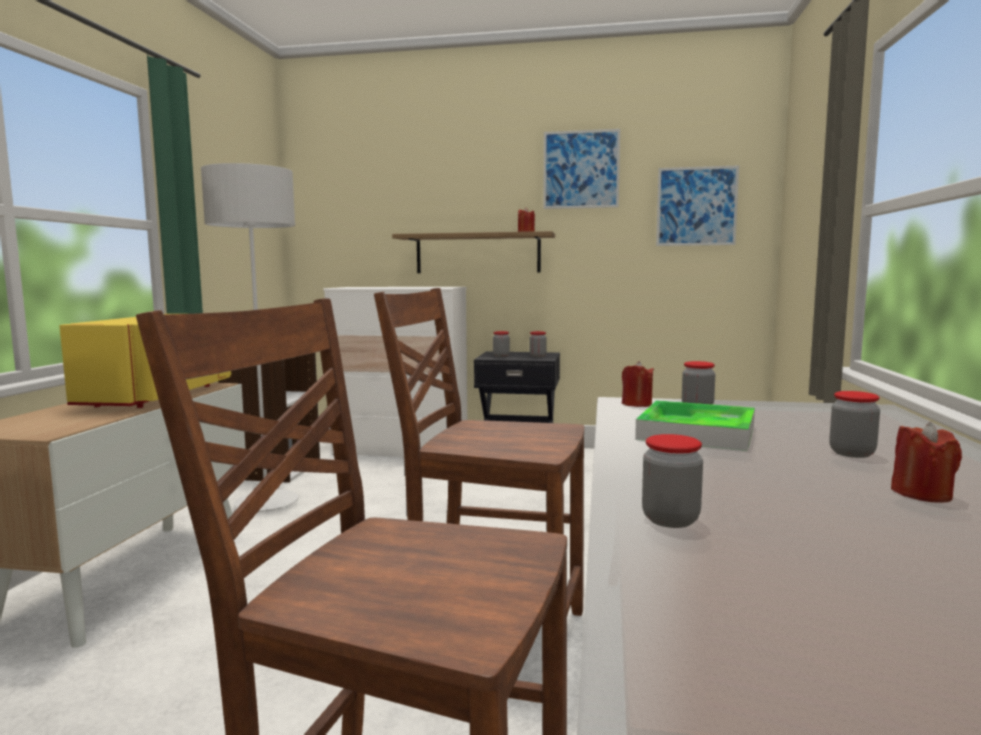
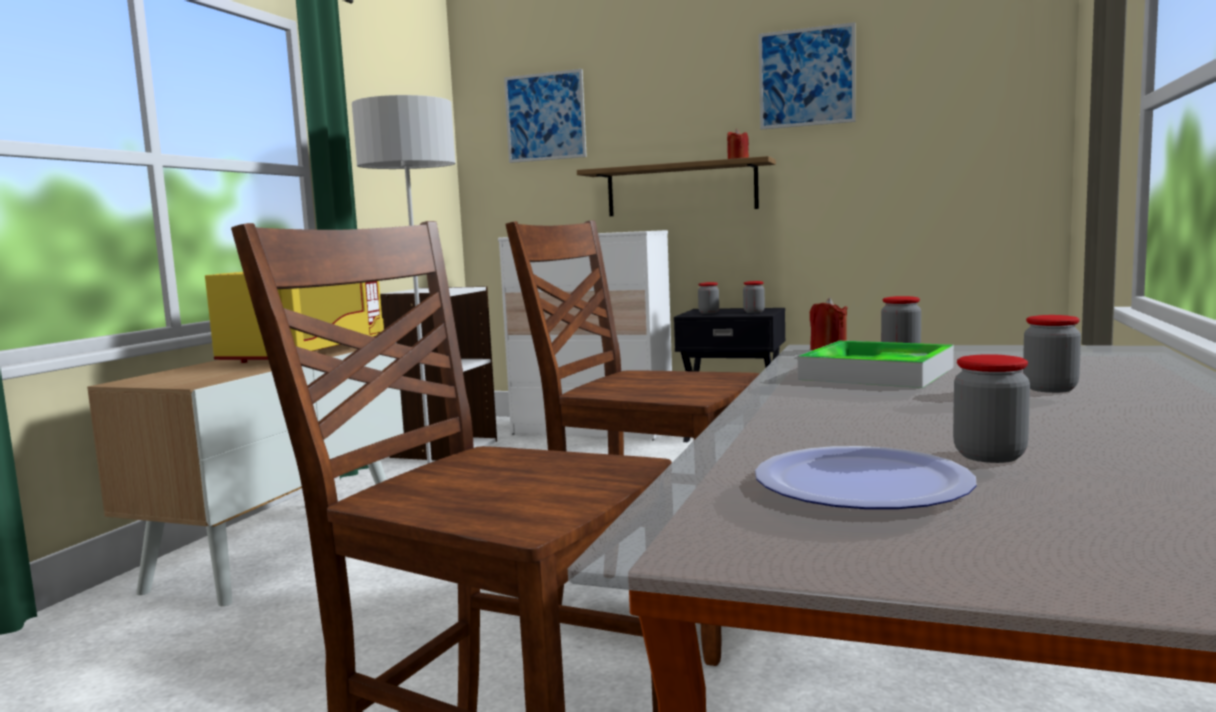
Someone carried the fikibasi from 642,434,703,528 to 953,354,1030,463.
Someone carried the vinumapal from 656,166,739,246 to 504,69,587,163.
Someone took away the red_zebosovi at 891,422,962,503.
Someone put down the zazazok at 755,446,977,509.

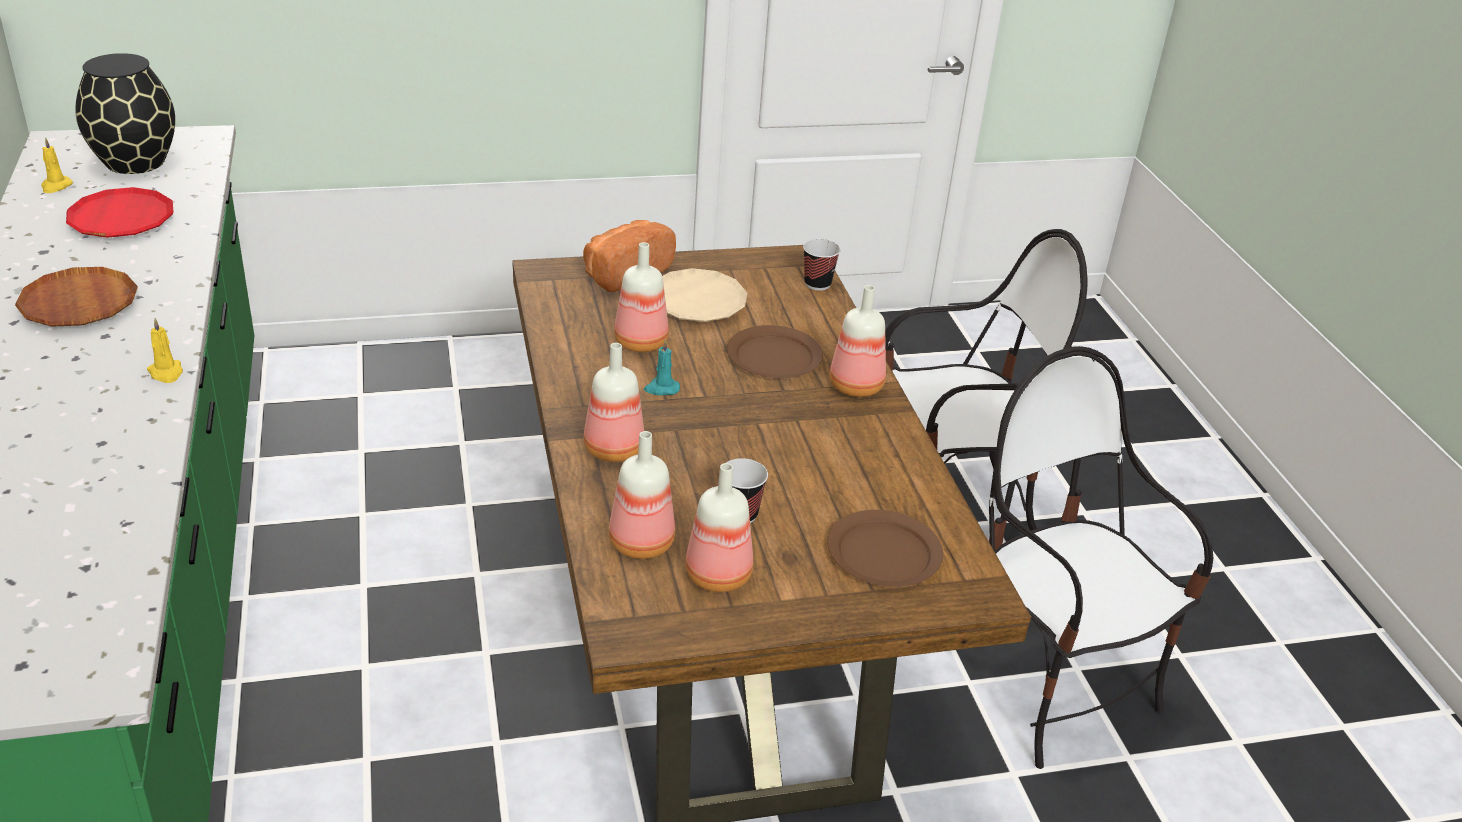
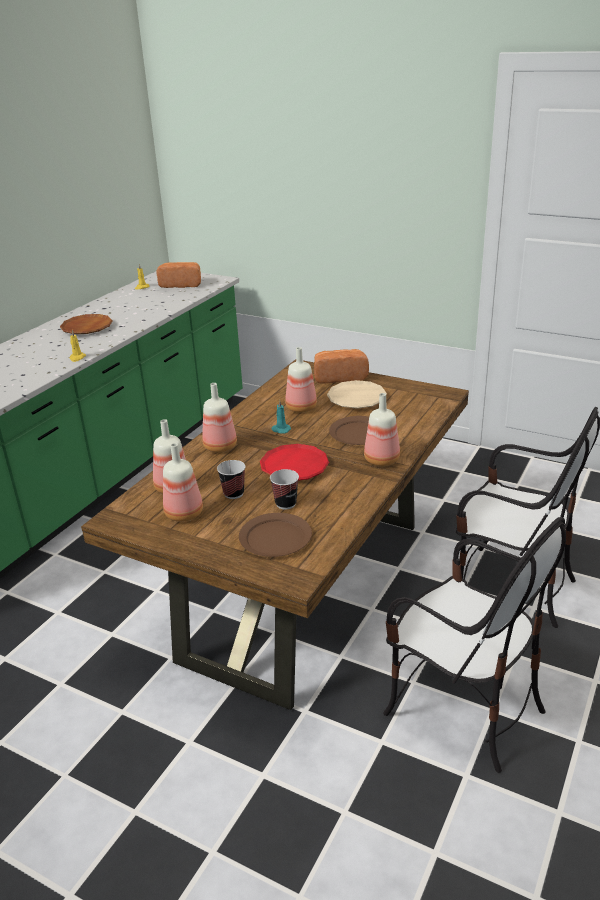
Someone carried the red_zazazok from 66,187,174,238 to 260,444,329,481.
Someone swapped the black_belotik at 75,53,175,174 for the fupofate at 156,262,201,288.
Someone carried the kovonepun from 803,239,841,291 to 270,469,299,509.
Someone rotated the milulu at 989,346,1213,769 by 120 degrees clockwise.

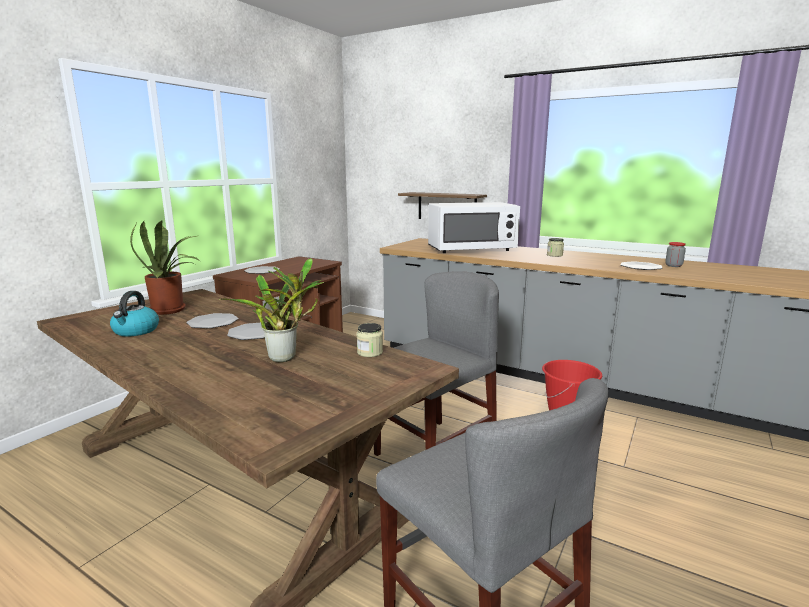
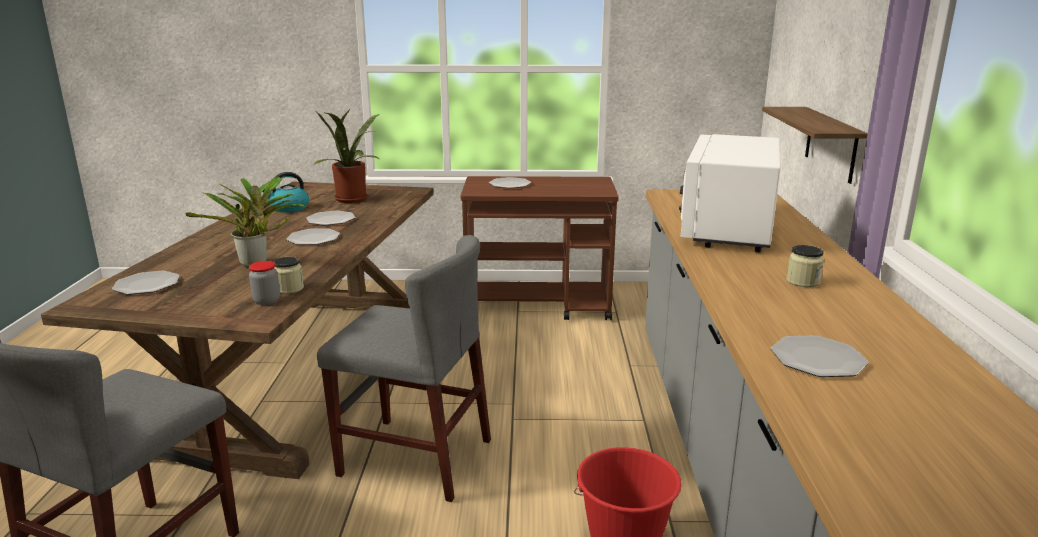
Someone rotated the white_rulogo at 428,202,520,253 by 60 degrees clockwise.
Someone carried the fikibasi from 665,242,686,267 to 249,261,280,305.
Someone put down the zazazok at 112,271,180,295.

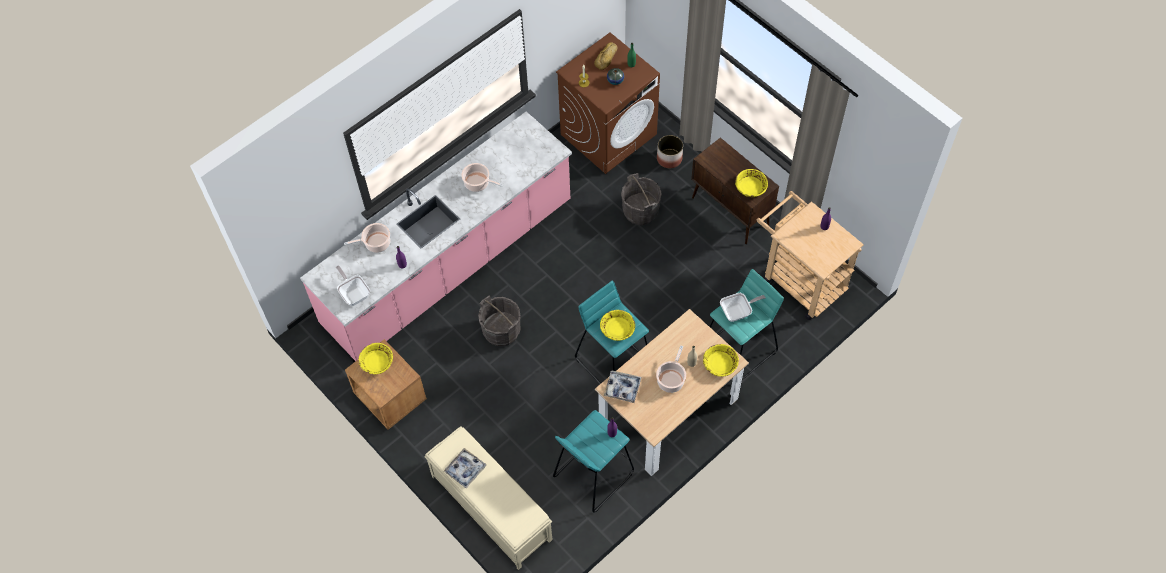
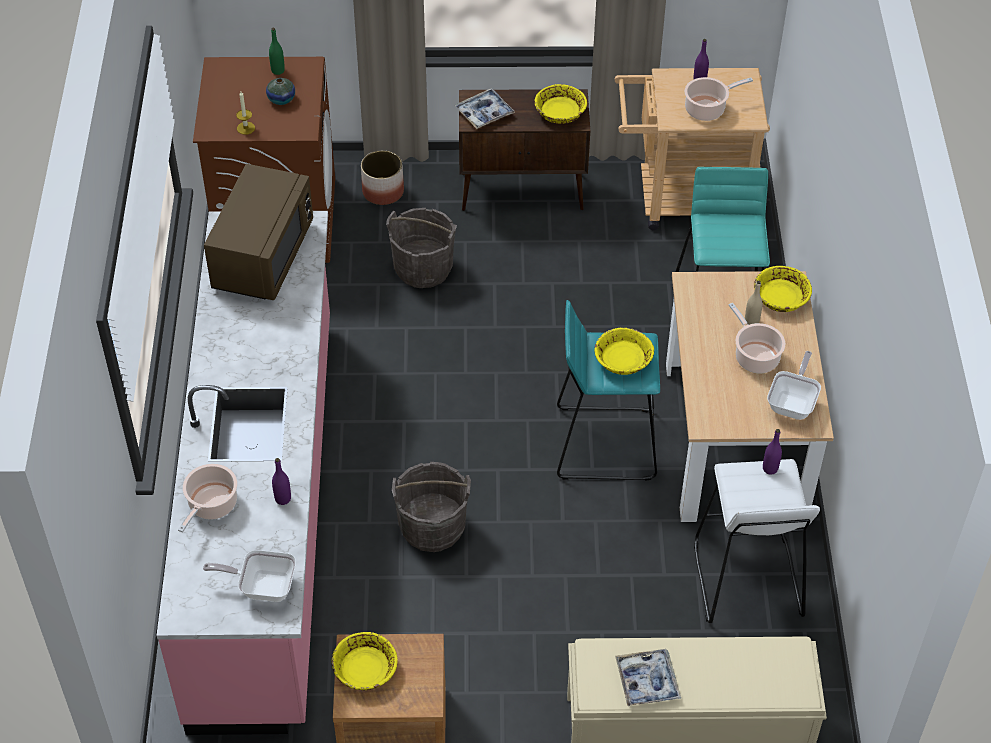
Someone carried the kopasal from 461,163,503,192 to 685,77,753,121.
Someone repainted the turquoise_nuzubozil at 553,410,634,513, which became the white_nuzubozil at 694,459,820,623.
Someone took away the fupofate at 594,42,618,70.
Someone carried the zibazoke from 604,371,642,403 to 455,88,515,129.
Someone carried the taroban from 720,293,766,322 to 767,351,821,420.
Someone put down the brown_rulogo at 204,164,313,300.

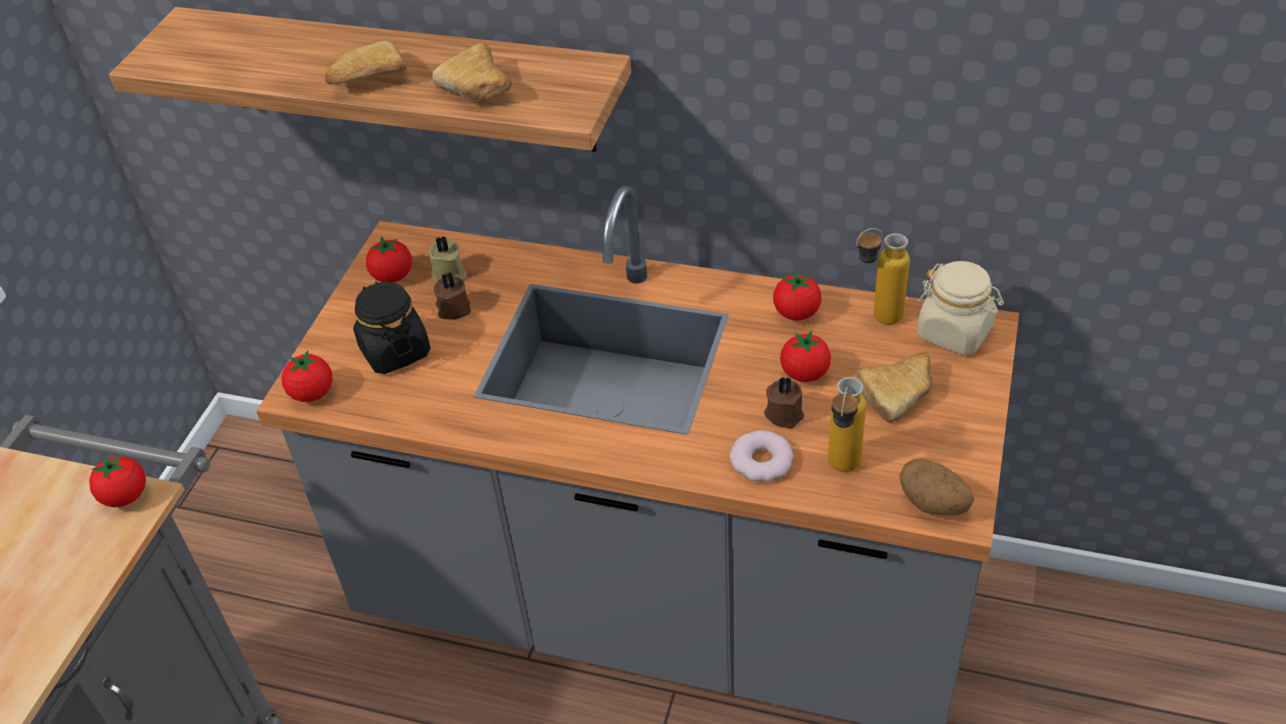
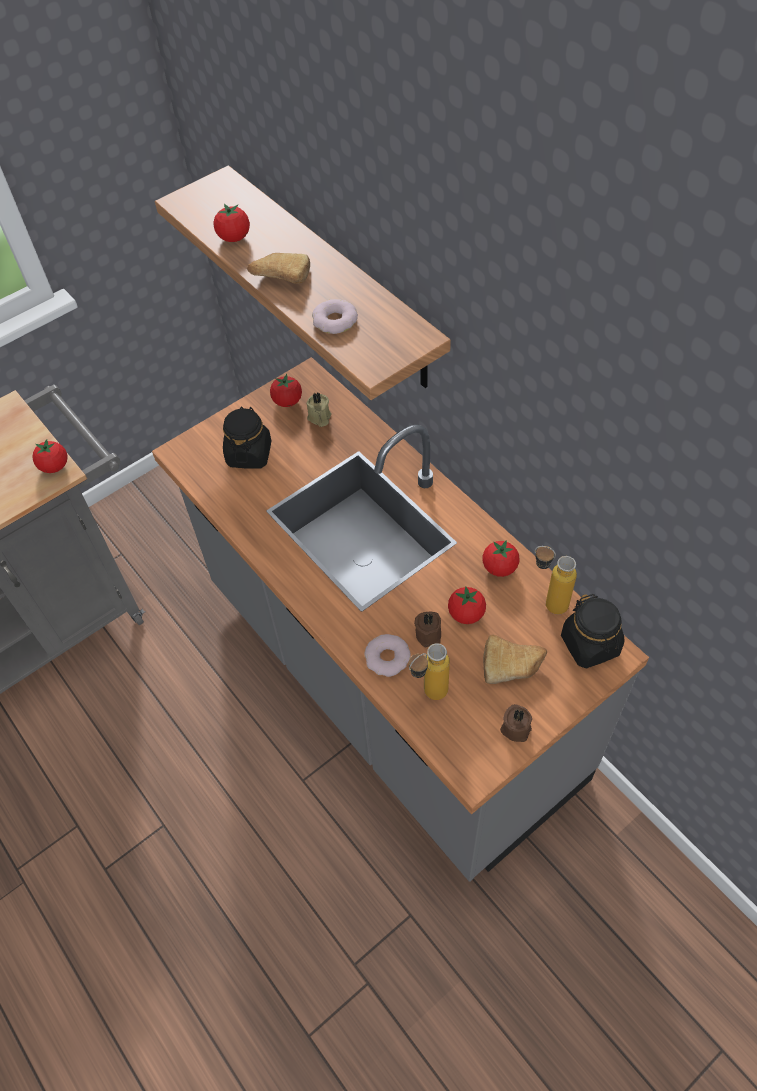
Someone carried the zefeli from 282,351,333,402 to 213,204,250,242.
Someone swapped the fupofate at 432,43,512,104 for the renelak at 312,299,358,334.
Someone carried the brown_zebosovi from 434,272,471,320 to 500,704,532,742.
Someone took away the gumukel at 899,458,974,516.
Someone repainted the beige_fikibasi at 917,261,1004,355, which became the black_fikibasi at 561,594,625,668.

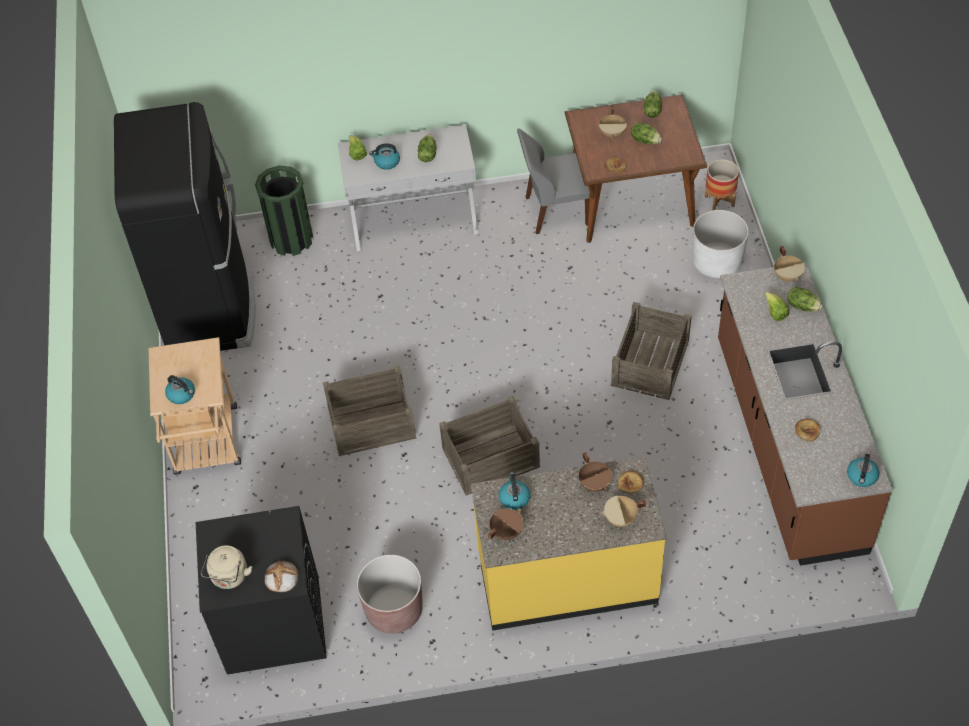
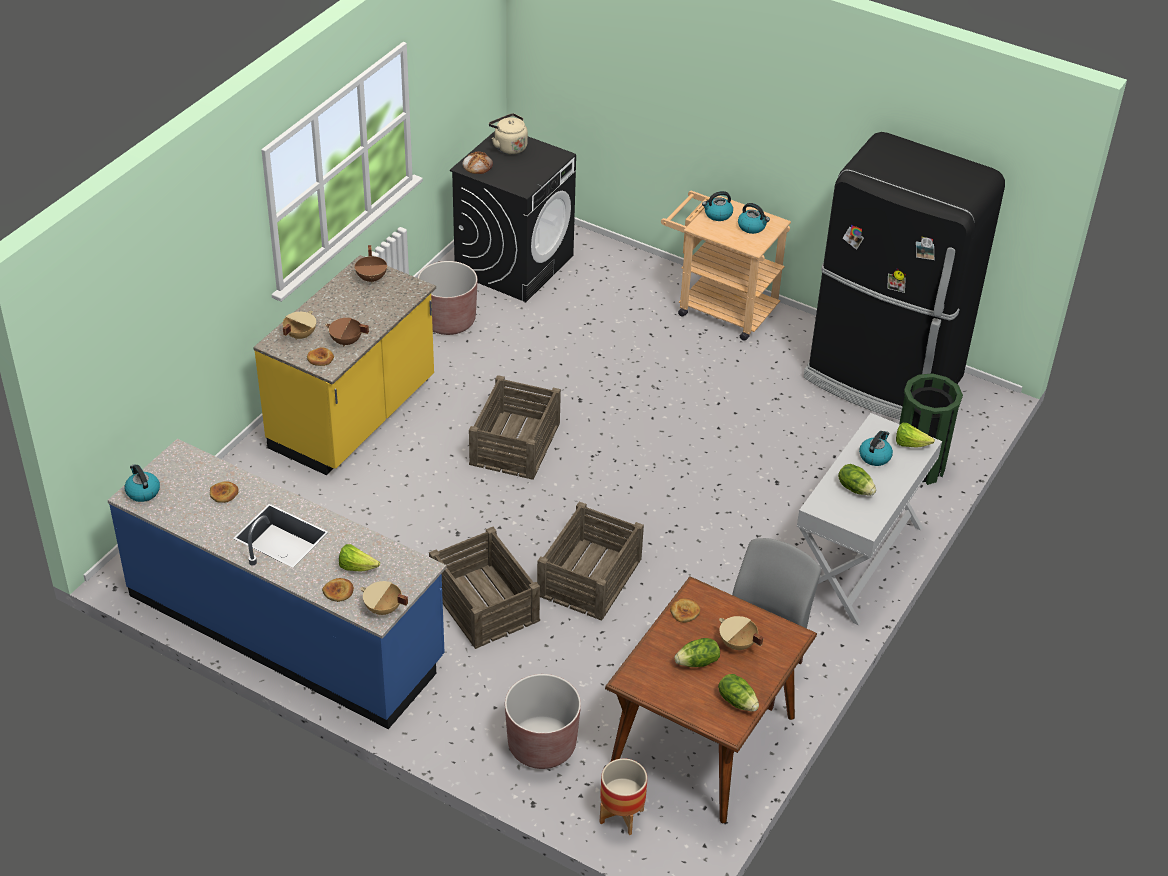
Someone carried the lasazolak from 323,365,416,456 to 537,501,644,621.
Someone carried the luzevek from 499,472,530,510 to 738,203,770,234.
Someone repainted the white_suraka at 692,210,749,278, which became the brown_suraka at 505,674,581,769.
Someone repainted the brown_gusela at 718,262,893,566, which became the blue_gusela at 107,439,446,729.
Someone swapped the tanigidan at 787,287,823,312 for the fupofate at 322,578,354,602.

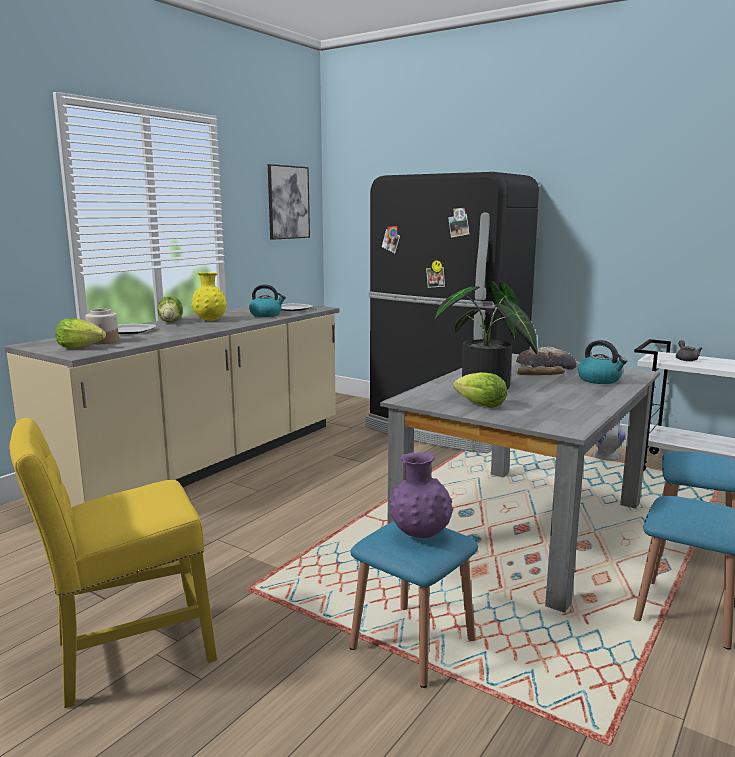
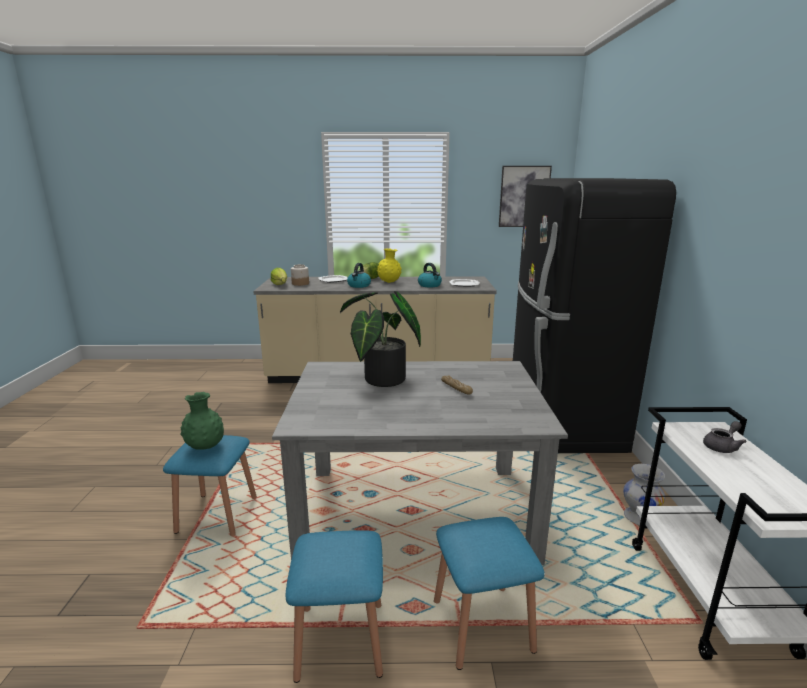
Someone took away the yellow_milulu at 9,418,217,708.
Someone repainted the purple_belotik at 389,452,453,538, which became the green_belotik at 180,392,224,450.
Someone took away the tanigidan at 453,372,507,408.
Someone took away the fupofate at 516,346,576,370.
Someone carried the luzevek from 578,340,627,384 to 347,263,371,288.

